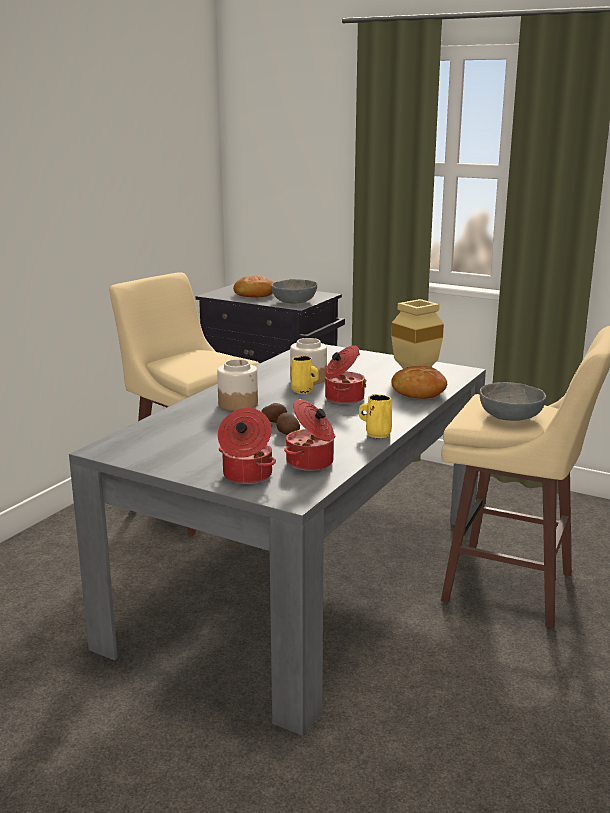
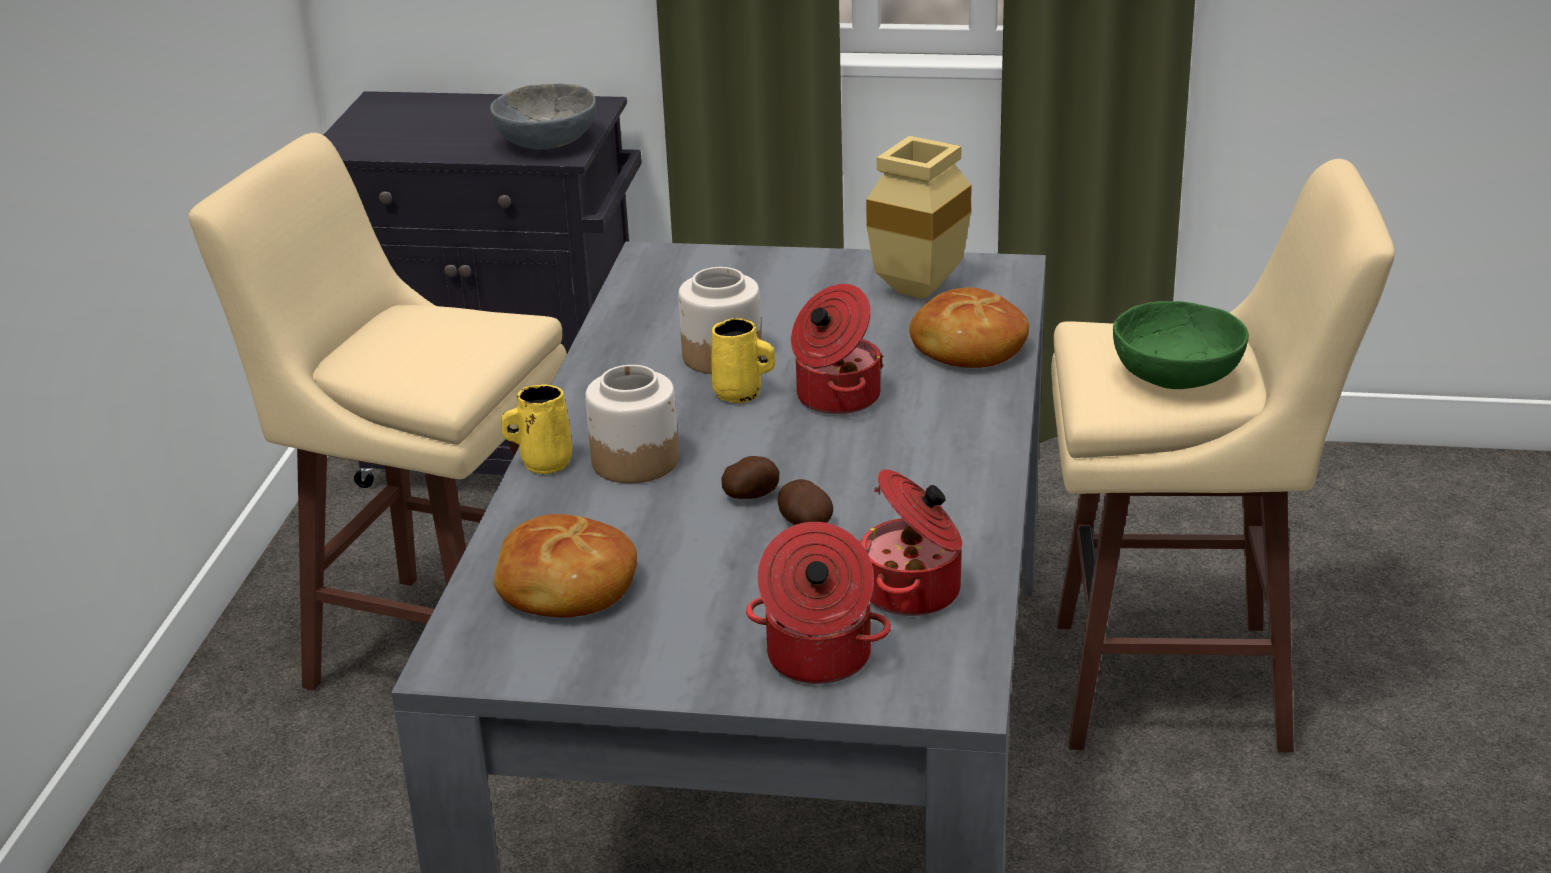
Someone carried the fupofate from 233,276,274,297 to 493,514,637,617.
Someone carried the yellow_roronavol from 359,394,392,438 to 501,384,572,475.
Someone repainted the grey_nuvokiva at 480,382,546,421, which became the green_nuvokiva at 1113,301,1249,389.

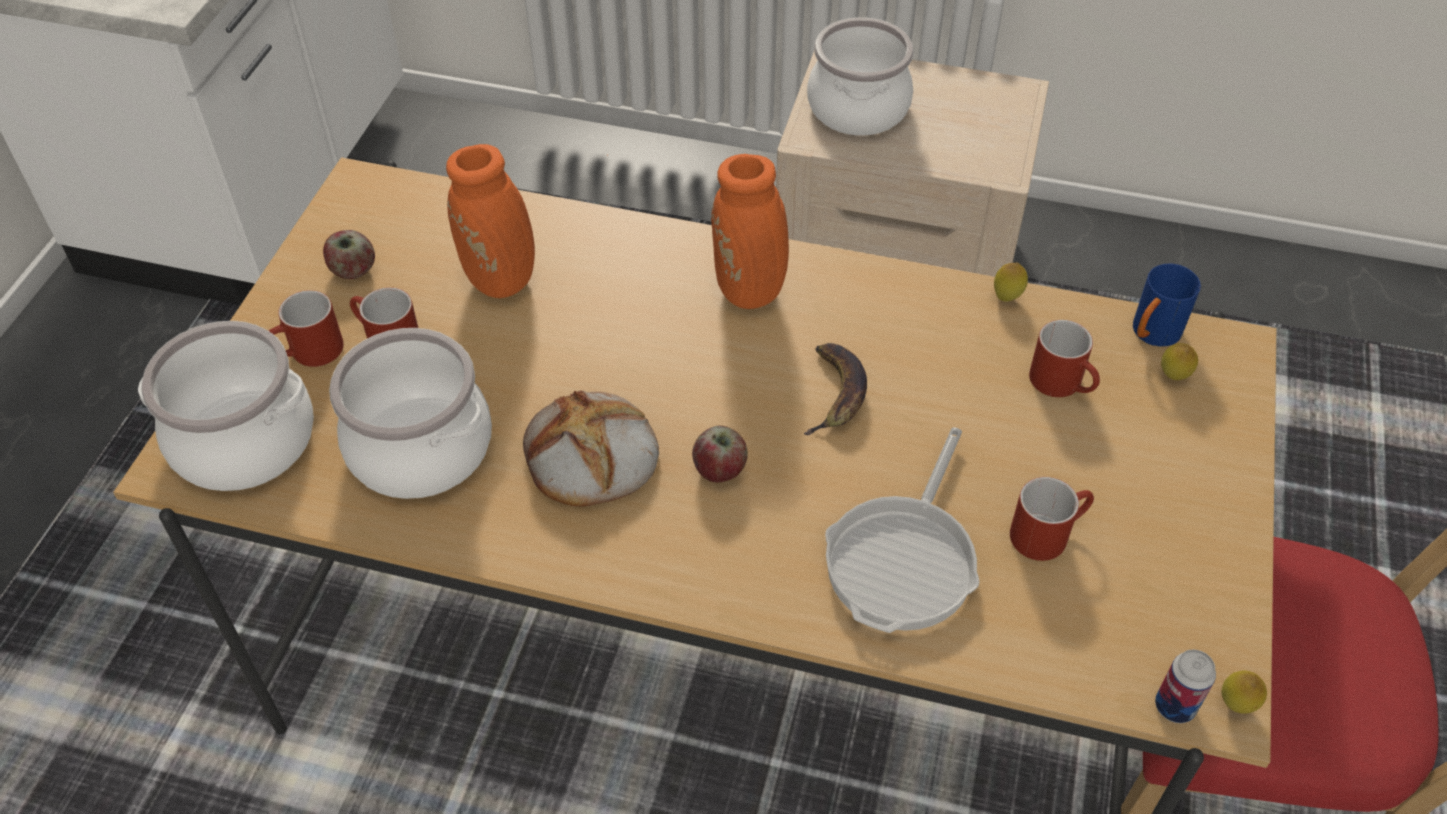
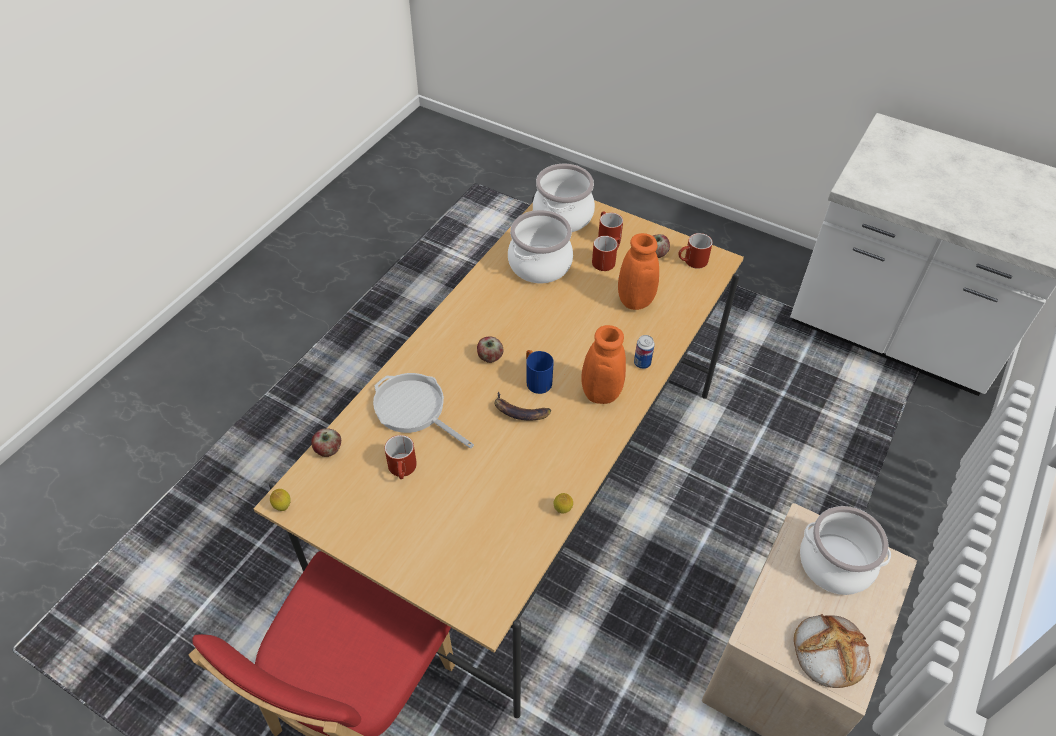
Someone carried the fupofate from 523,390,659,506 to 794,614,870,688.
Someone carried the red_roronavol from 1029,320,1100,397 to 678,233,713,269.
Someone carried the blue_roronavol from 1133,264,1201,347 to 526,350,554,394.
Someone carried the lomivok from 1155,649,1216,723 to 634,335,655,369.
Someone took away the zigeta at 1161,343,1198,380.
Someone put down the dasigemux at 311,428,341,457.

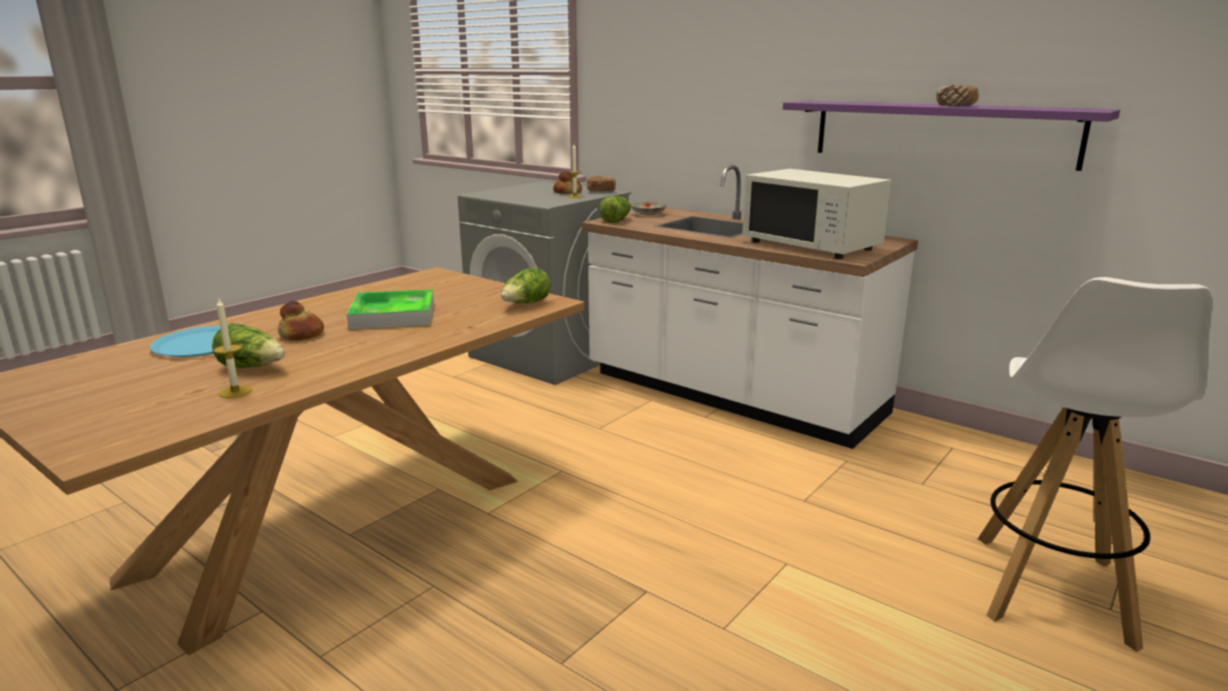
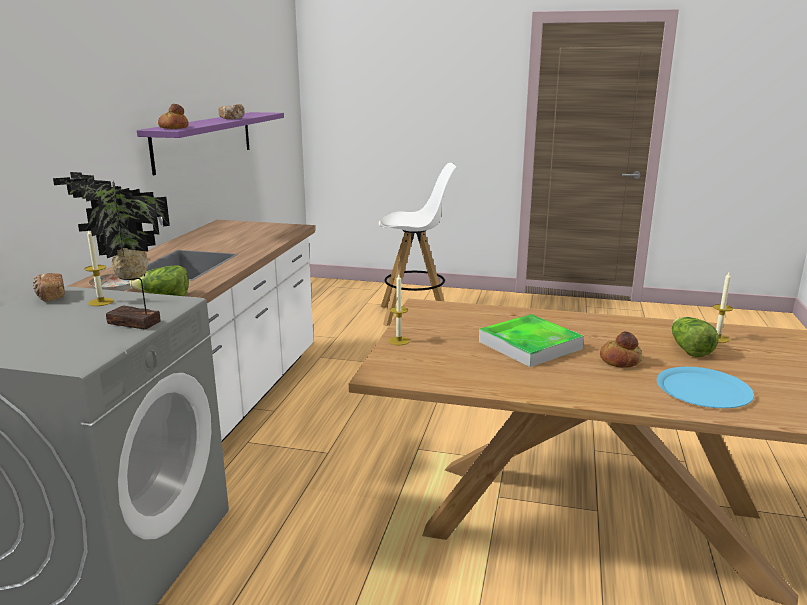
Someone took away the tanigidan at 501,267,551,303.
Someone carried the fupofate from 553,171,582,194 to 158,104,189,129.
Someone took away the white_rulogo at 742,169,891,259.
Someone put down the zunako at 53,172,170,330.
Someone put down the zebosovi at 388,274,410,345.

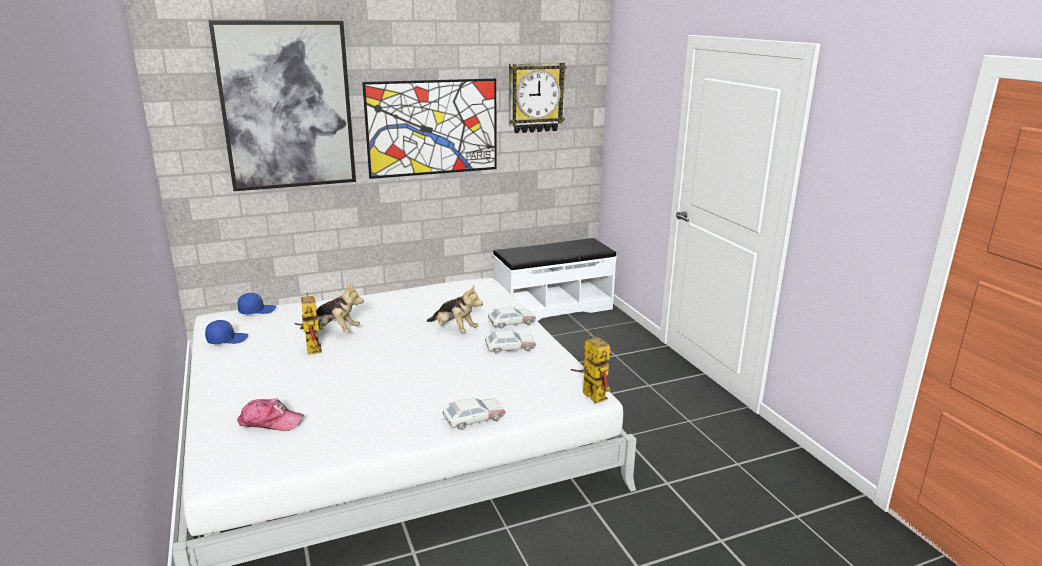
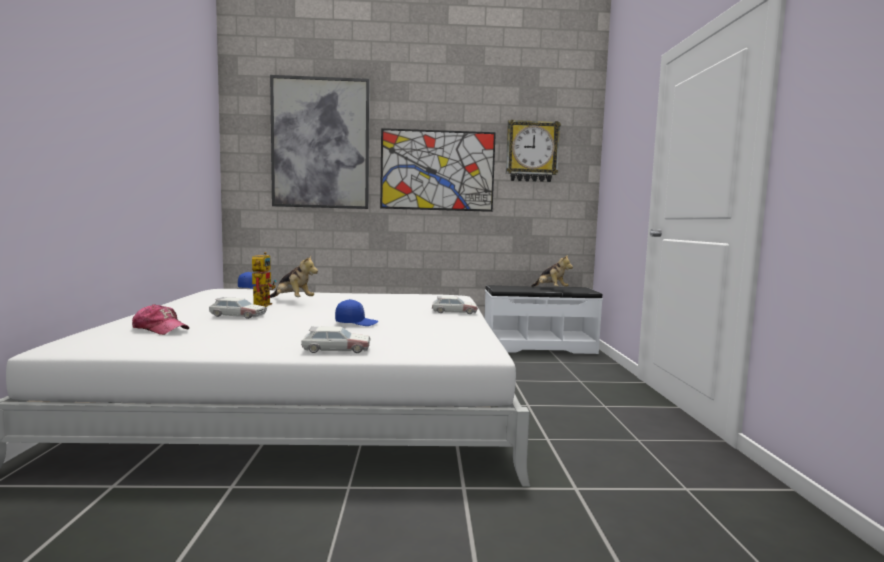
Someone carried the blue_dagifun from 205,320,248,344 to 335,299,378,326.
Someone carried the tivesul from 427,285,483,332 to 531,255,573,287.
Someone carried the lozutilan from 484,330,536,354 to 209,297,267,319.
Someone took away the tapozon at 571,334,610,403.

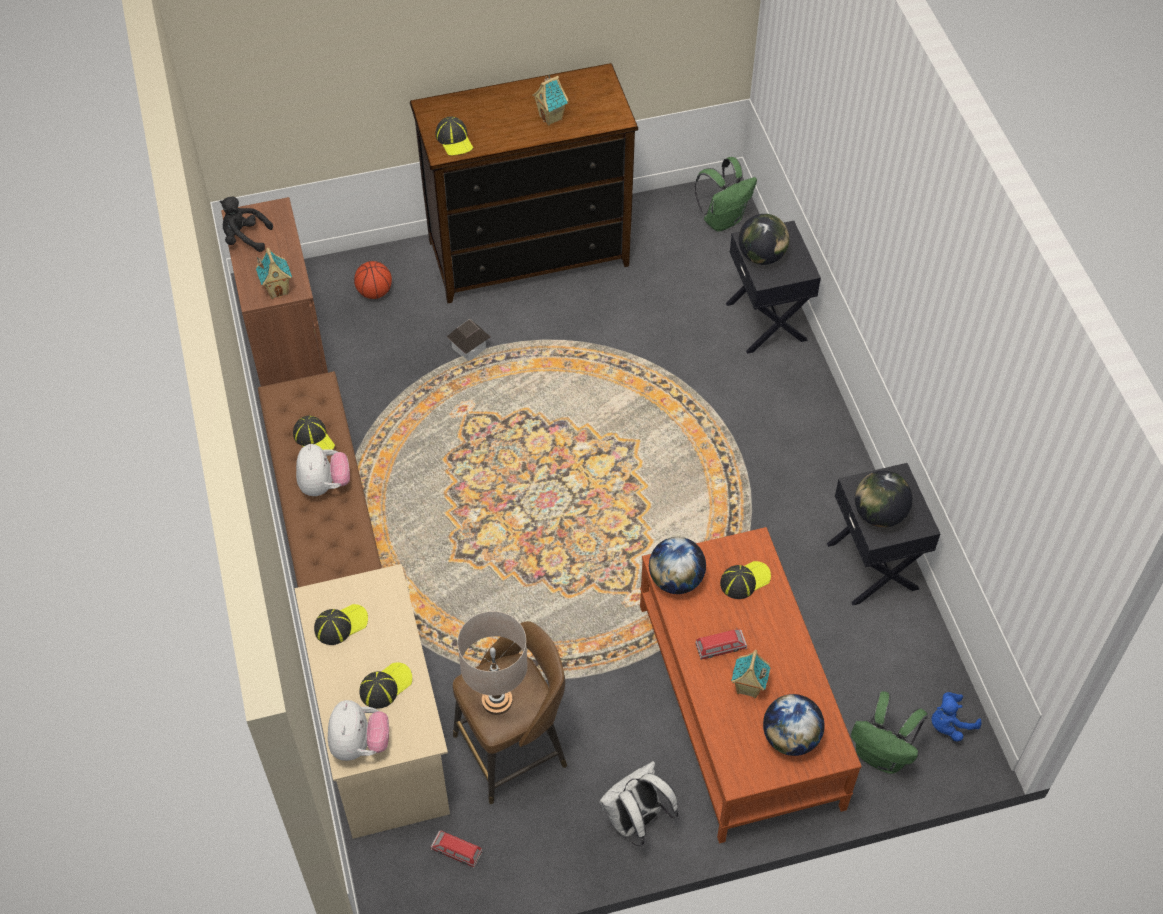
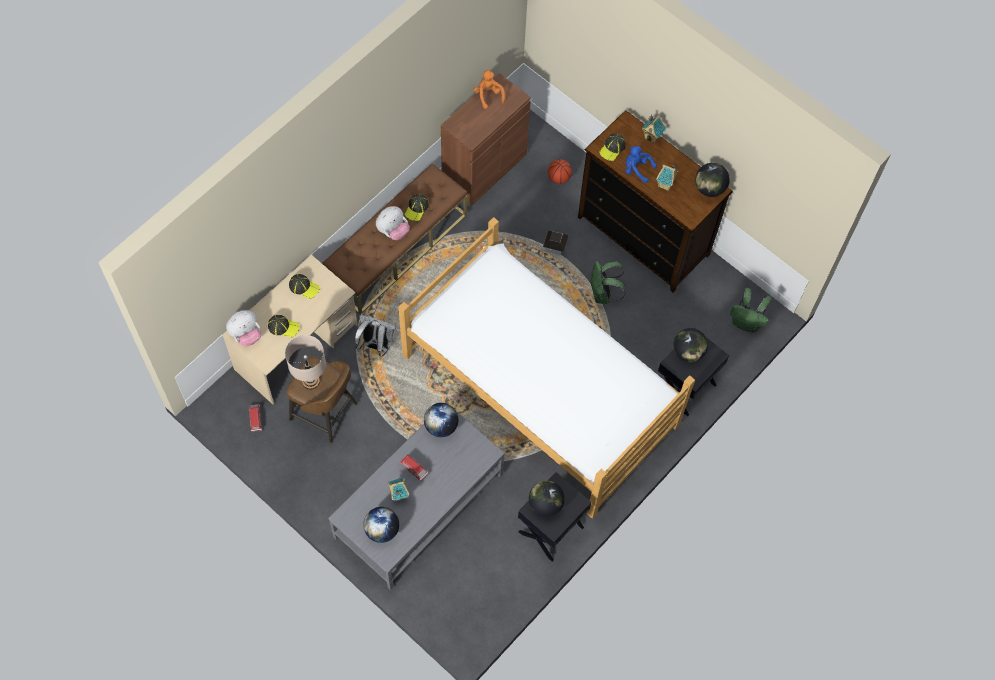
Someone repainted the black_tivesul at 219,197,273,252, which became the orange_tivesul at 473,69,505,109.
Someone carried the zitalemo from 256,248,292,299 to 642,114,666,144.
Someone carried the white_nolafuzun from 599,761,679,847 to 355,315,397,357.
Someone repainted the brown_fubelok at 640,527,862,843, which became the grey_fubelok at 328,402,505,590.
Someone took away the dagifun at 720,561,771,599.
Someone carried the green_nolafuzun from 851,691,928,774 to 591,261,626,304.
Someone carried the blue_tivesul from 932,692,982,742 to 626,146,657,183.
Someone put down the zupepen at 398,217,695,518.
Someone put down the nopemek at 695,163,730,197.

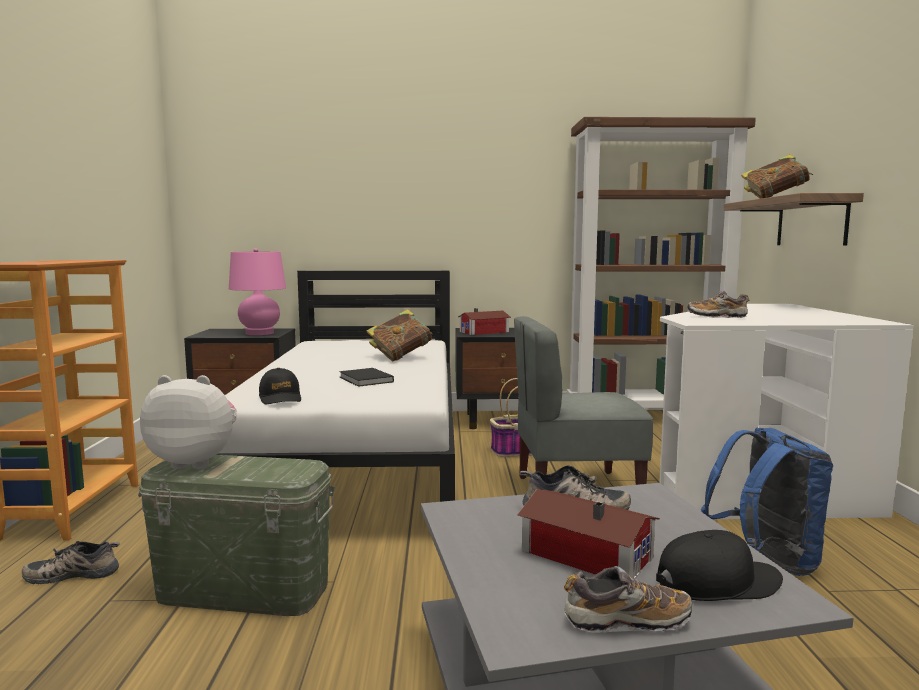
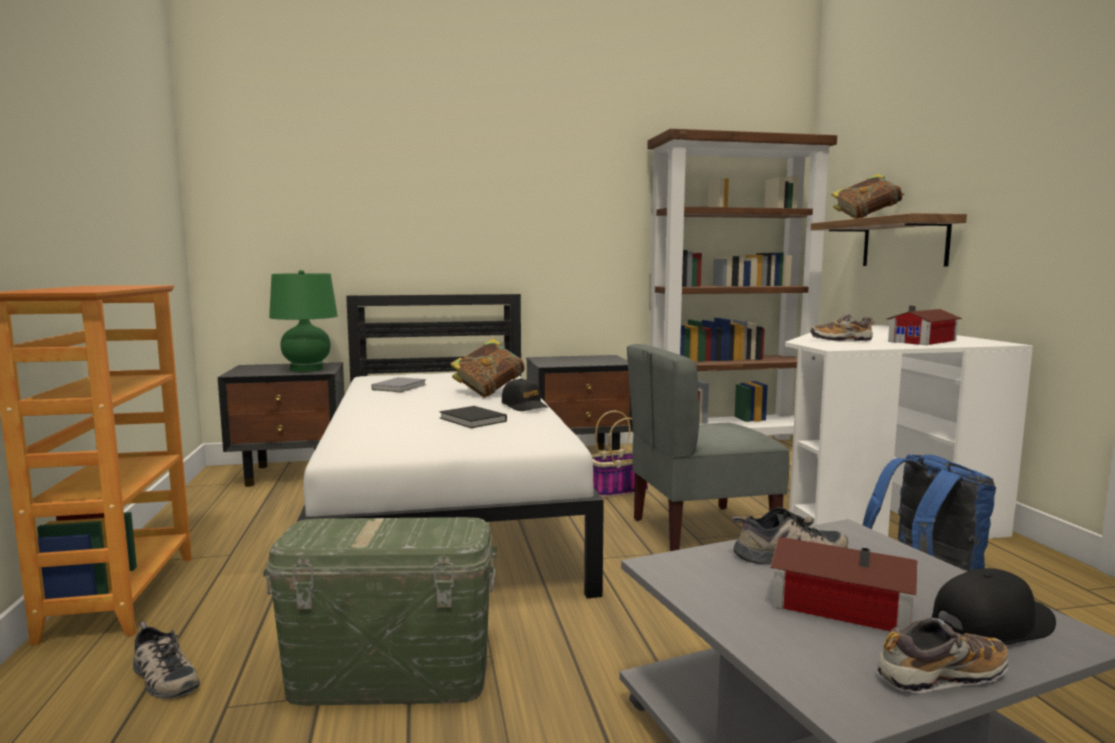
Someone rotated the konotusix at 22,541,120,584 by 120 degrees counterclockwise.
Someone took away the tivesul at 140,375,237,469.
Someone repainted the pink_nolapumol at 229,248,286,335, which became the green_nolapumol at 269,270,338,372.
Someone carried the black_dagifun from 259,368,301,404 to 501,378,548,411.
Someone carried the zitalemo from 458,308,511,335 to 887,306,962,345.
Someone put down the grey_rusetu at 372,377,426,392.

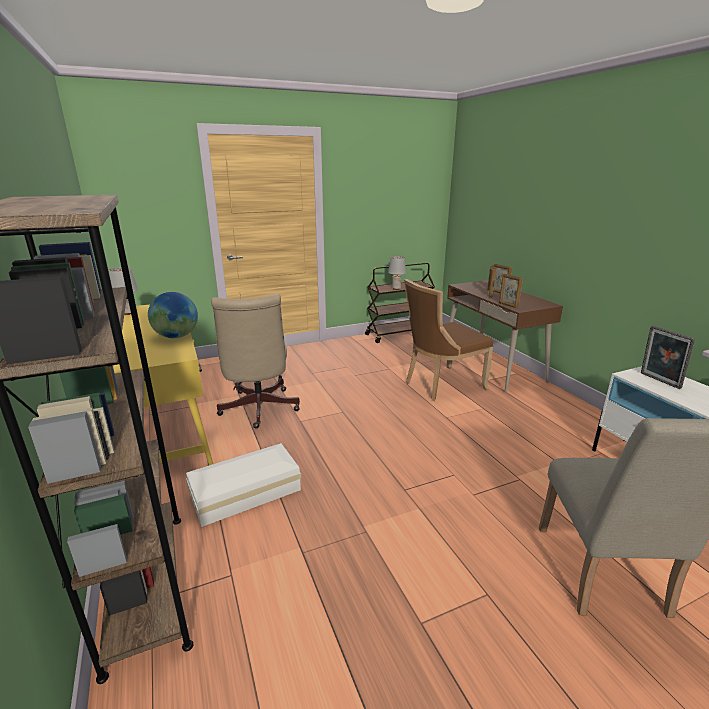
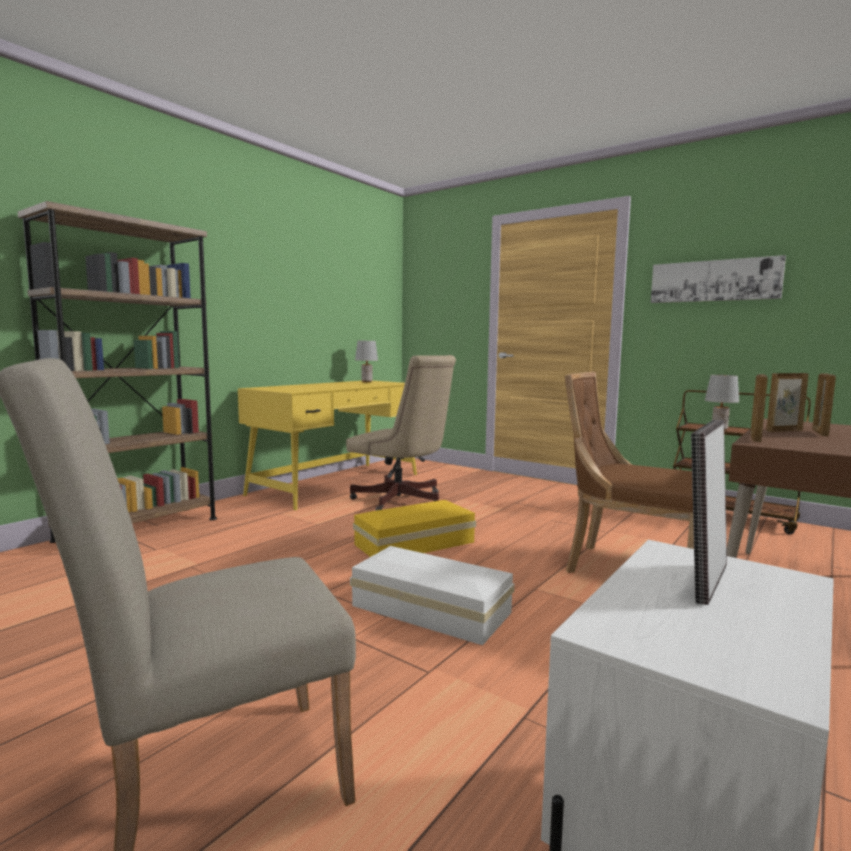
Someone took away the nopemek at 148,292,198,338.
Someone carried the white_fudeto from 186,443,301,527 to 350,546,514,645.
Someone rotated the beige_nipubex at 211,294,300,428 by 105 degrees counterclockwise.
Someone put down the yellow_fudeto at 353,500,476,557.
Someone put up the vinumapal at 651,255,786,303.

